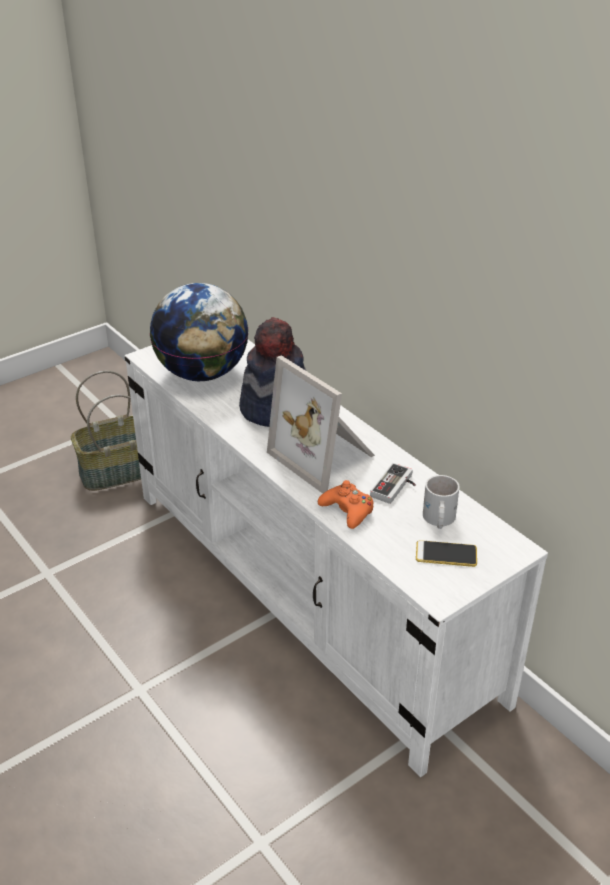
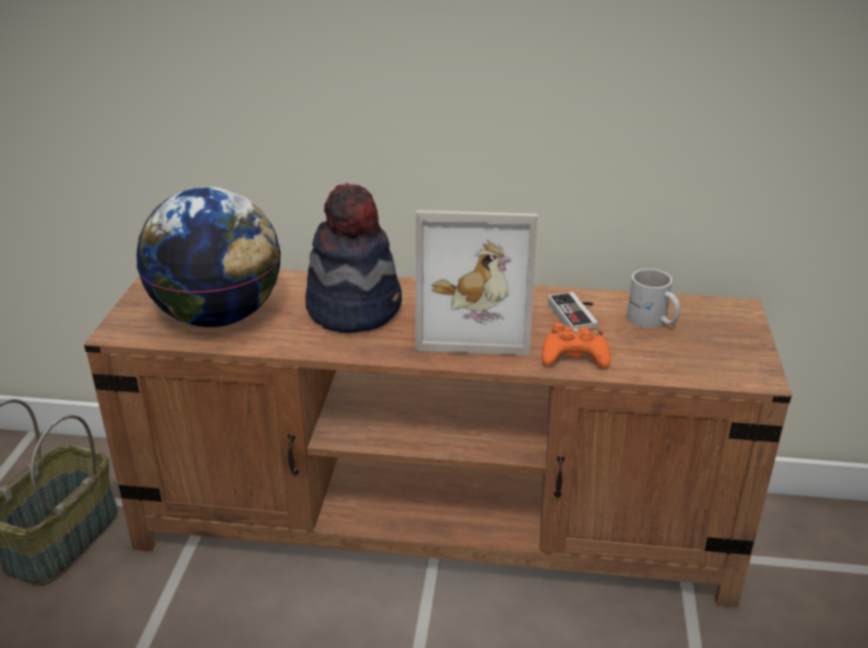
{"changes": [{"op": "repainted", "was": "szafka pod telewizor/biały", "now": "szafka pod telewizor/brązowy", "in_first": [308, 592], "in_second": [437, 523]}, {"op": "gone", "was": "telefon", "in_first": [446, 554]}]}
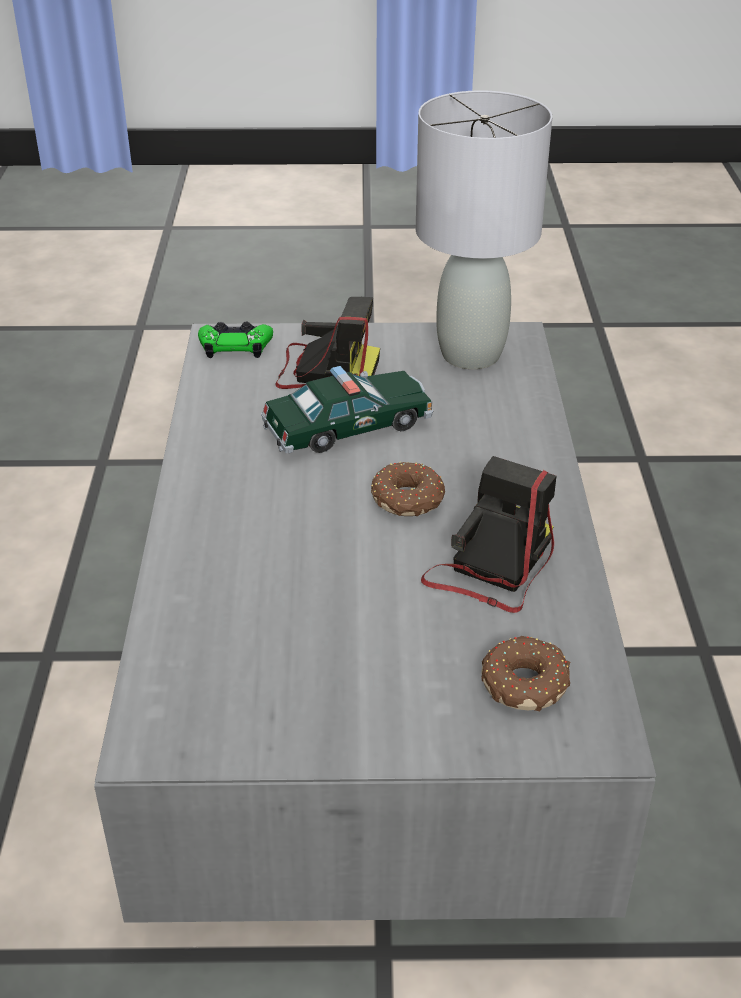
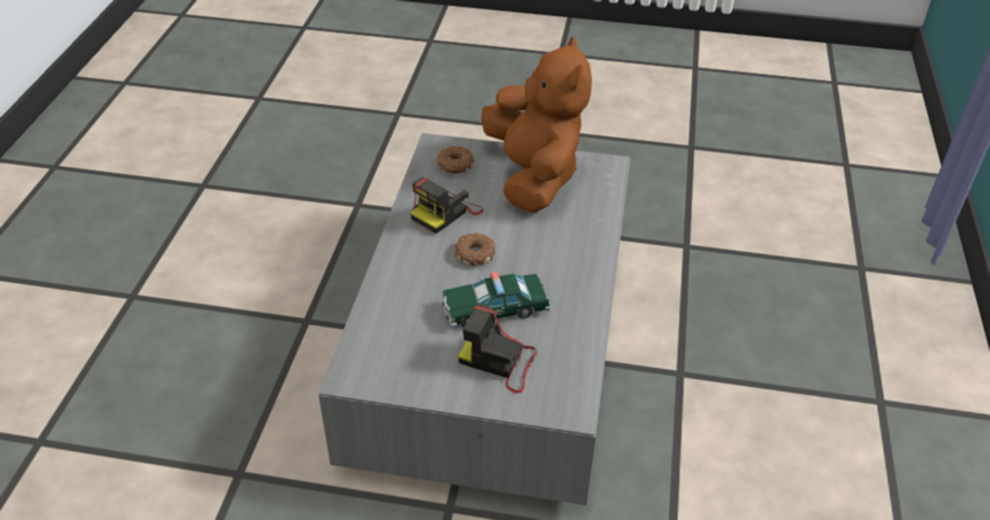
{"changes": [{"op": "gone", "was": "lampa stołowa/szary", "in_first": [469, 354]}, {"op": "gone", "was": "pad do gier/zielony", "in_first": [235, 346]}, {"op": "new", "now": "pluszak/brązowy", "in_second": [533, 176]}]}
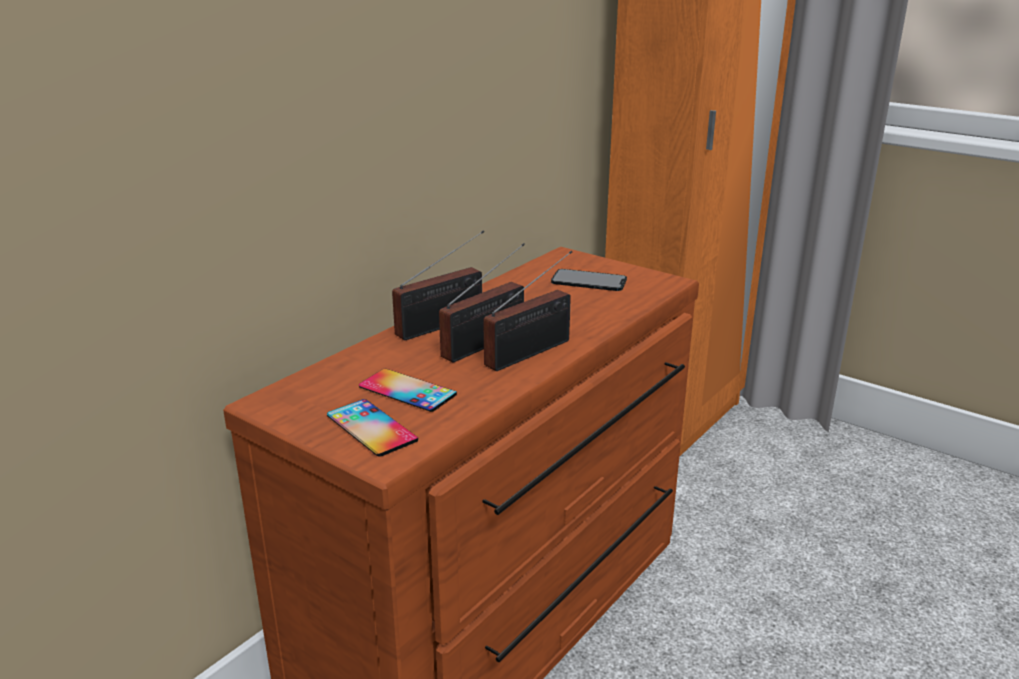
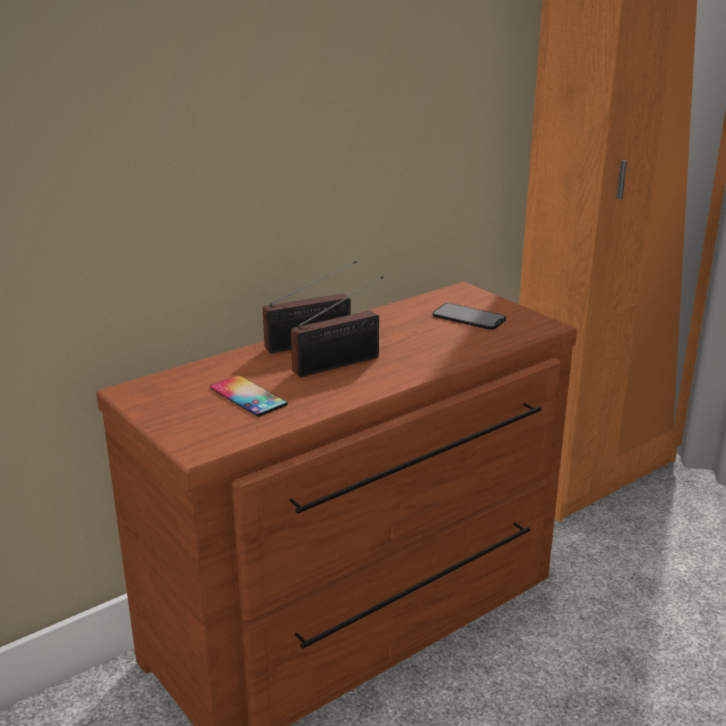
{"changes": [{"op": "gone", "was": "radio", "in_first": [533, 351]}, {"op": "gone", "was": "telefon", "in_first": [371, 428]}]}
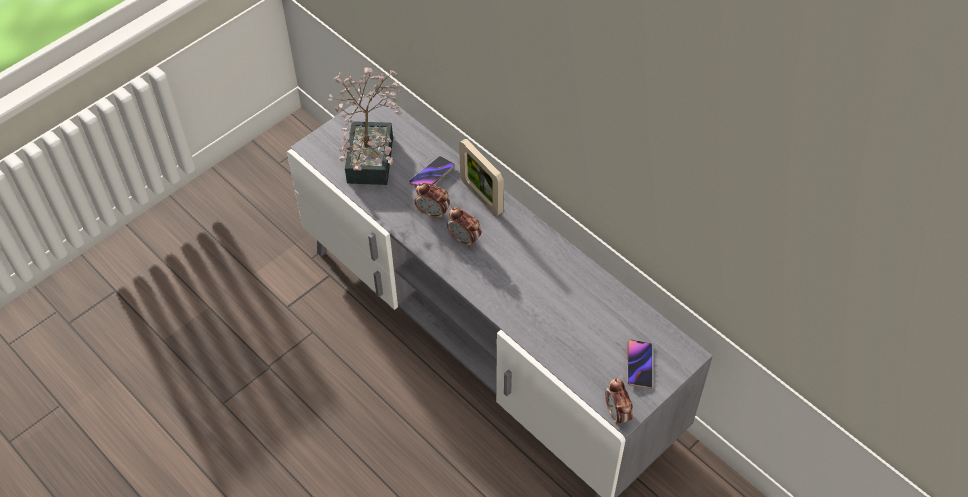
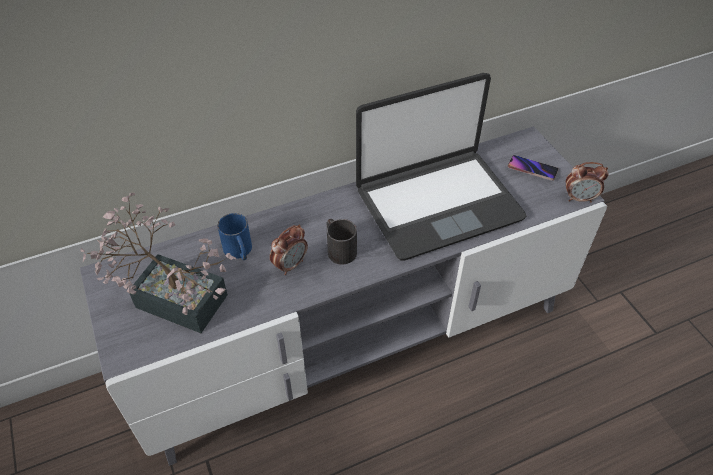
{"changes": [{"op": "gone", "was": "ramka na zdjęcie", "in_first": [481, 197]}, {"op": "swapped", "was": "telefon", "now": "kubek/niebieski", "in_first": [432, 175], "in_second": [239, 251]}, {"op": "swapped", "was": "budzik", "now": "kubek/czarny", "in_first": [464, 239], "in_second": [338, 248]}, {"op": "new", "now": "laptop", "in_second": [437, 203]}]}
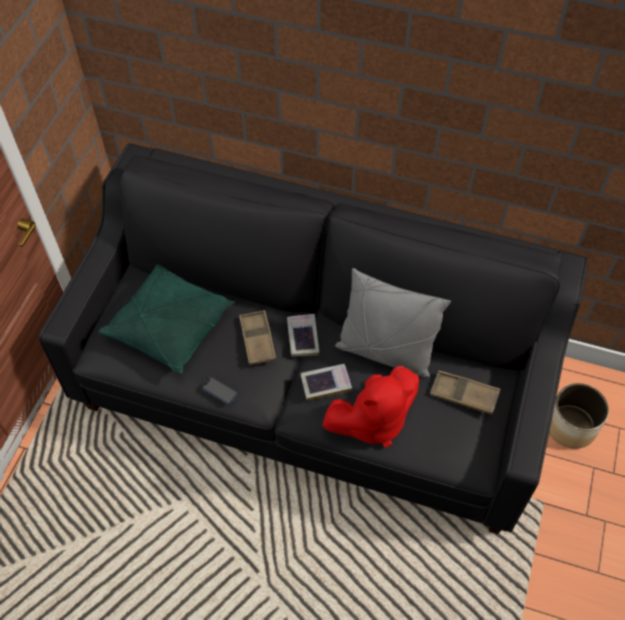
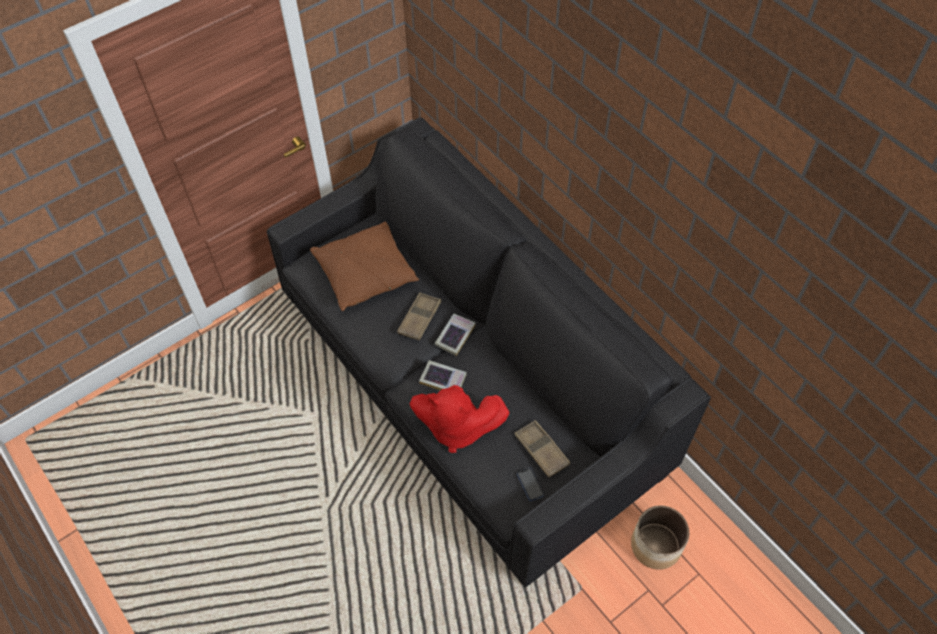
{"changes": [{"op": "repainted", "was": "poduszka/zielony", "now": "poduszka/brązowy", "in_first": [170, 326], "in_second": [366, 273]}, {"op": "gone", "was": "poduszka/szary", "in_first": [385, 352]}, {"op": "shifted", "was": "telefon", "in_first": [220, 391], "in_second": [530, 484]}]}
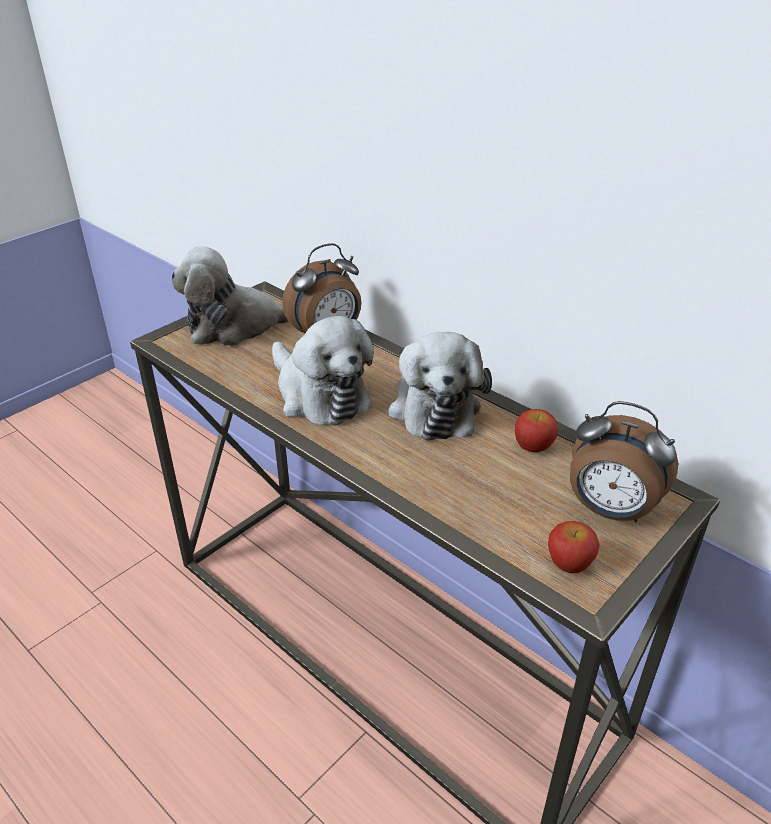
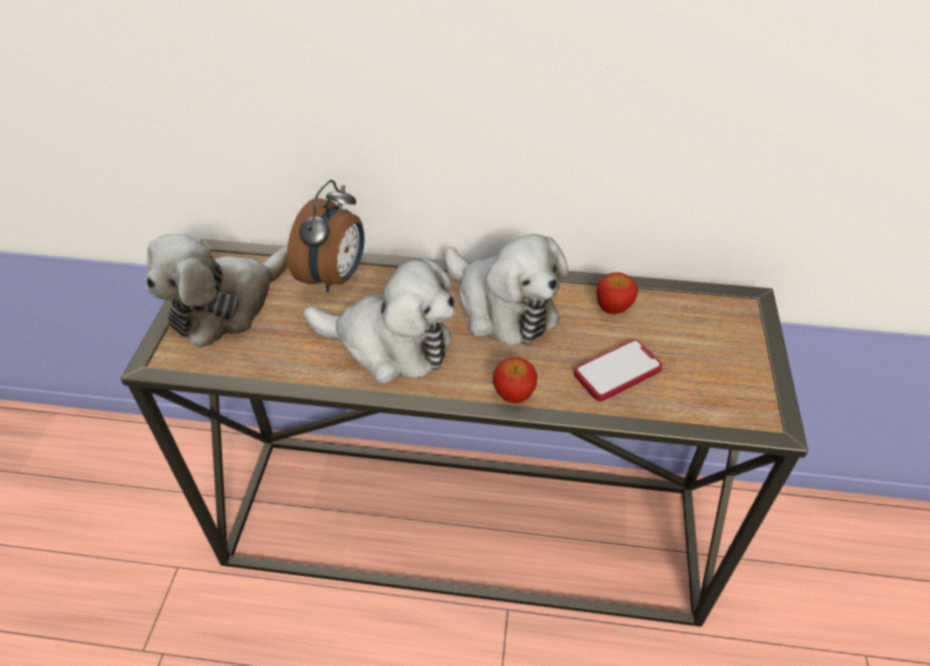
{"changes": [{"op": "gone", "was": "budzik", "in_first": [609, 510]}, {"op": "shifted", "was": "jabłko", "in_first": [569, 564], "in_second": [514, 394]}, {"op": "new", "now": "telefon", "in_second": [617, 372]}]}
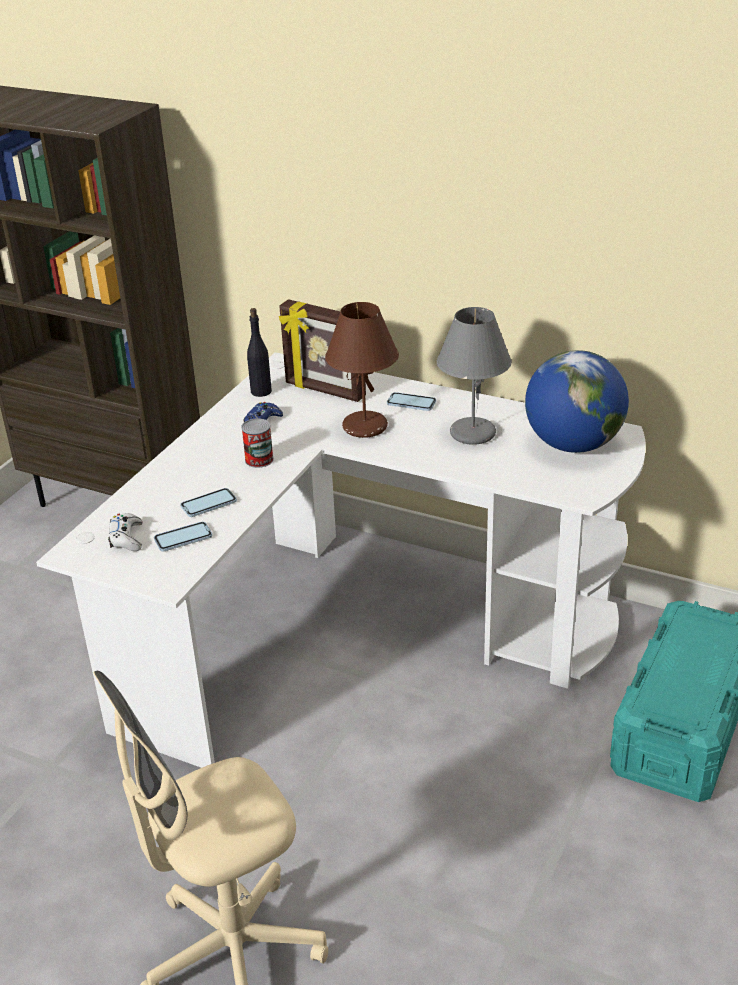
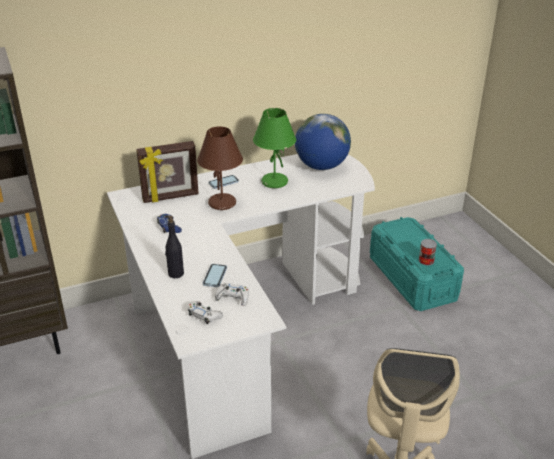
{"changes": [{"op": "repainted", "was": "lampa stołowa/szary", "now": "lampa stołowa/zielony", "in_first": [472, 433], "in_second": [274, 182]}, {"op": "shifted", "was": "butelka/czarny", "in_first": [261, 391], "in_second": [175, 273]}, {"op": "shifted", "was": "puszka", "in_first": [259, 460], "in_second": [426, 260]}, {"op": "swapped", "was": "telefon", "now": "pad do gier/biały", "in_first": [183, 538], "in_second": [233, 298]}]}
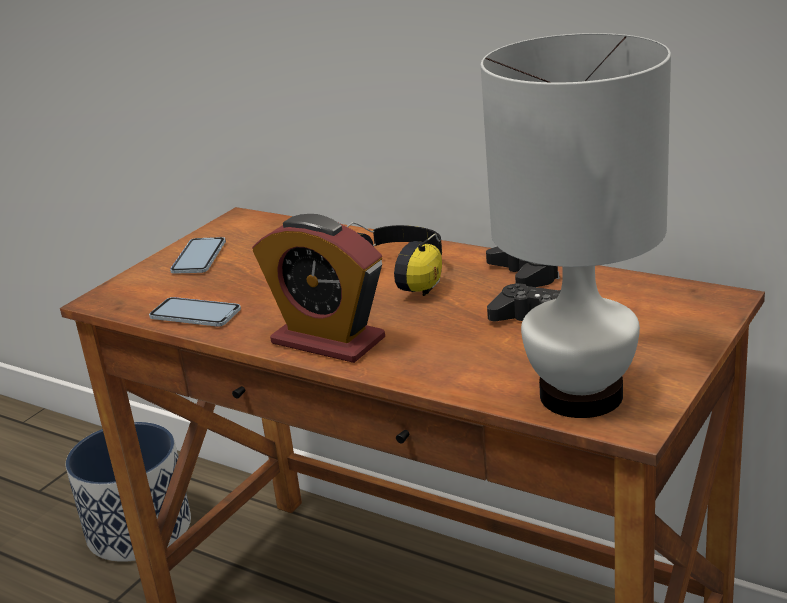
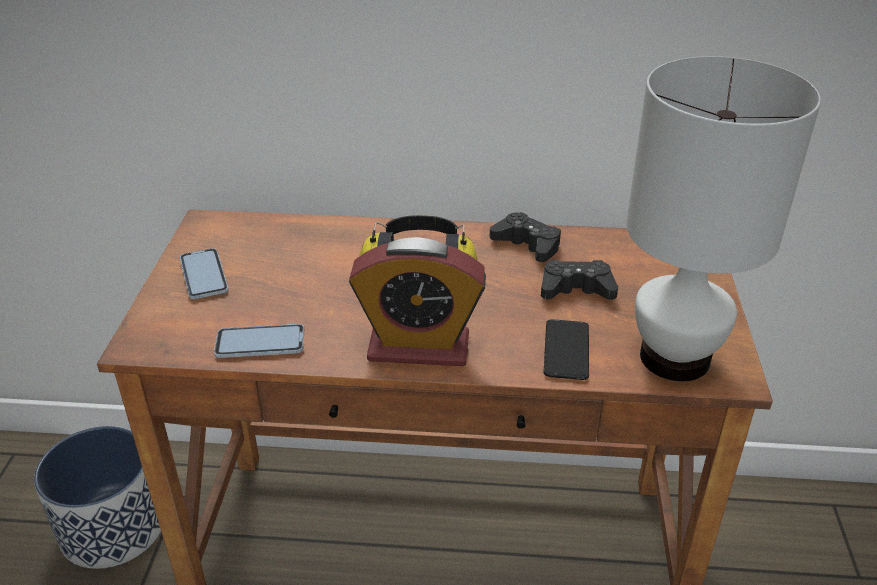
{"changes": [{"op": "new", "now": "telefon", "in_second": [566, 350]}]}
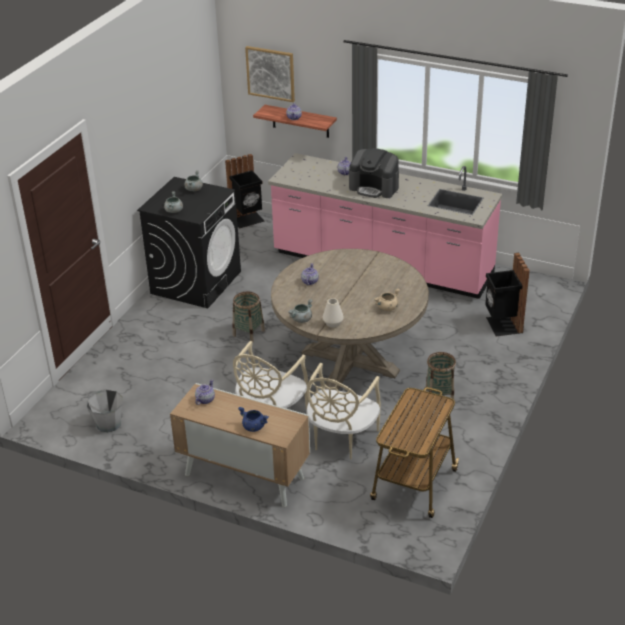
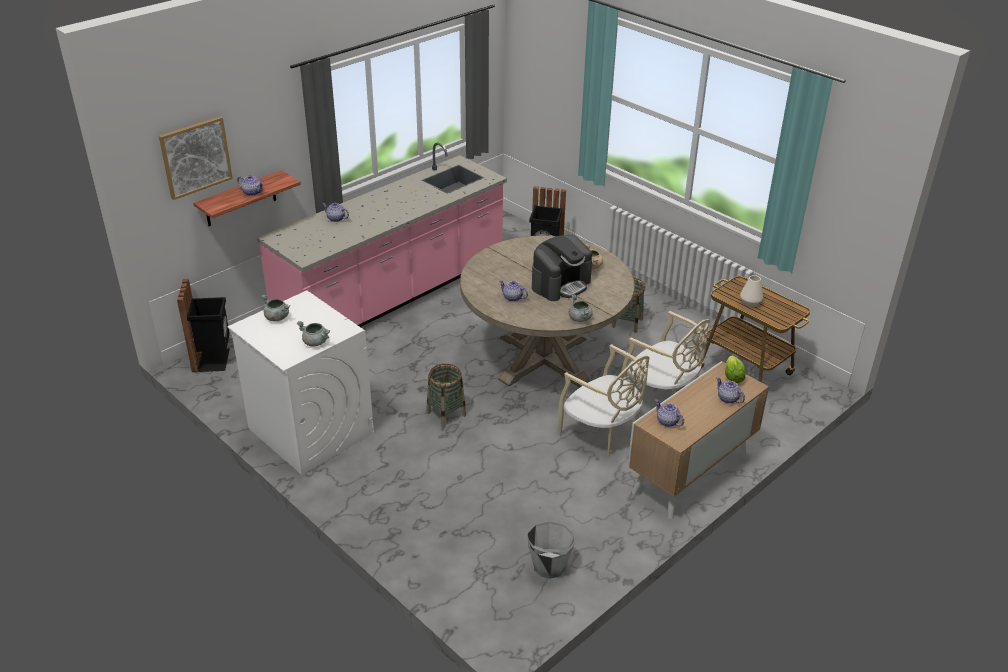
{"changes": [{"op": "shifted", "was": "ekspres do kawy", "in_first": [374, 187], "in_second": [561, 284]}, {"op": "repainted", "was": "pralka/czarny", "now": "pralka/biały", "in_first": [196, 282], "in_second": [310, 430]}, {"op": "shifted", "was": "wazon/biały", "in_first": [333, 323], "in_second": [750, 303]}, {"op": "swapped", "was": "garnek/niebieski", "now": "imbryk", "in_first": [253, 427], "in_second": [728, 399]}, {"op": "new", "now": "sałata", "in_second": [732, 377]}]}
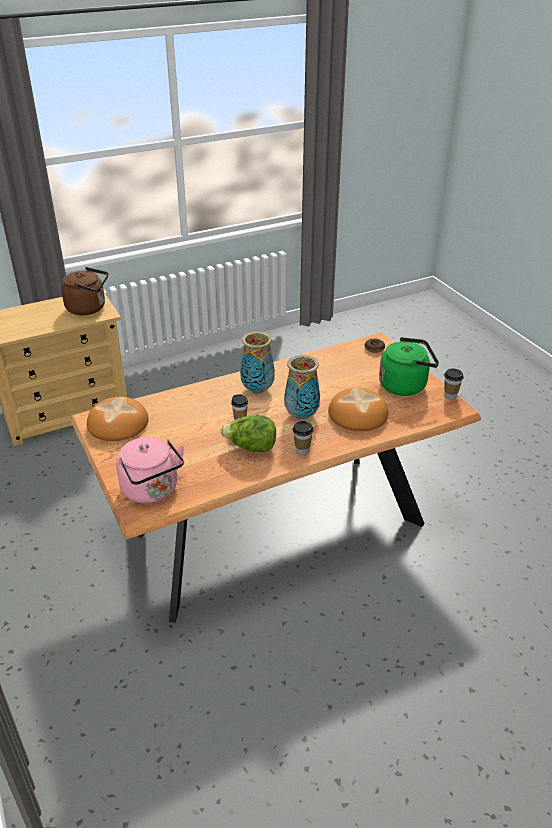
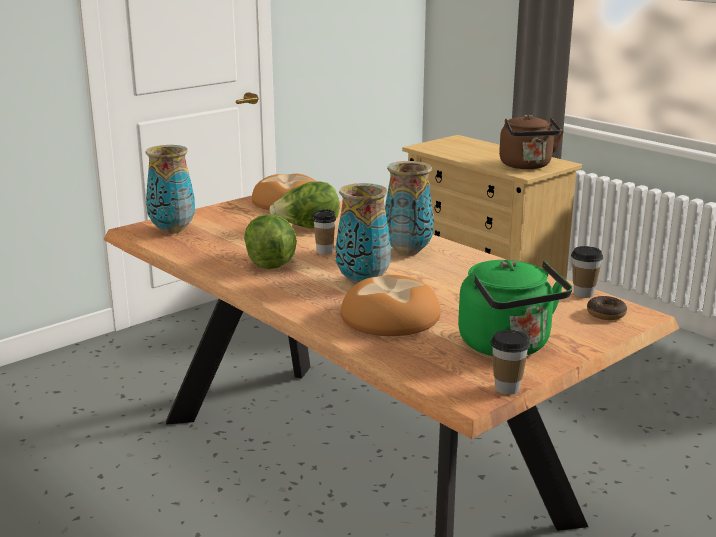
{"changes": [{"op": "shifted", "was": "filiżanka", "in_first": [302, 450], "in_second": [583, 294]}, {"op": "swapped", "was": "czajnik/różowy", "now": "wazon", "in_first": [152, 491], "in_second": [172, 230]}, {"op": "new", "now": "sałata", "in_second": [307, 228]}]}
